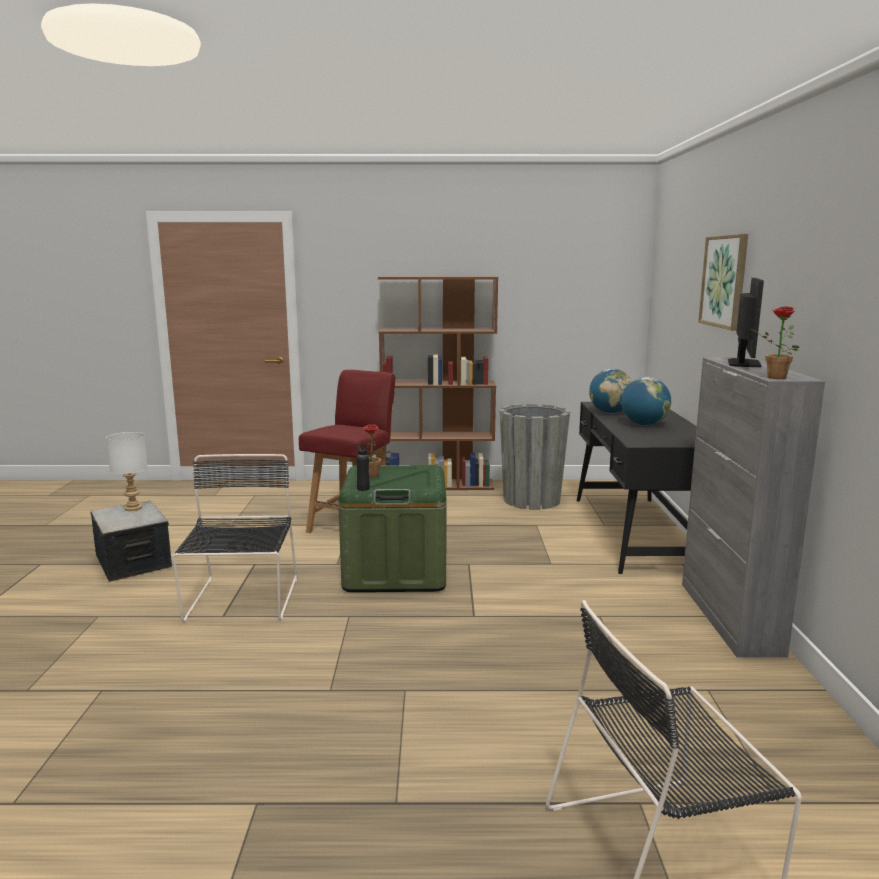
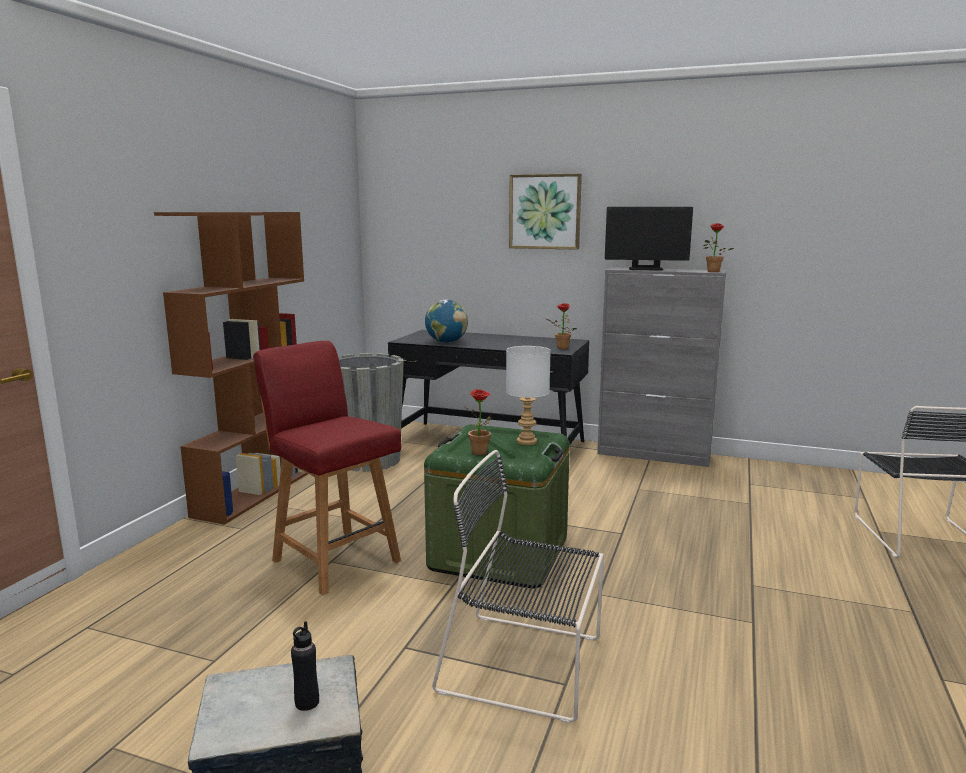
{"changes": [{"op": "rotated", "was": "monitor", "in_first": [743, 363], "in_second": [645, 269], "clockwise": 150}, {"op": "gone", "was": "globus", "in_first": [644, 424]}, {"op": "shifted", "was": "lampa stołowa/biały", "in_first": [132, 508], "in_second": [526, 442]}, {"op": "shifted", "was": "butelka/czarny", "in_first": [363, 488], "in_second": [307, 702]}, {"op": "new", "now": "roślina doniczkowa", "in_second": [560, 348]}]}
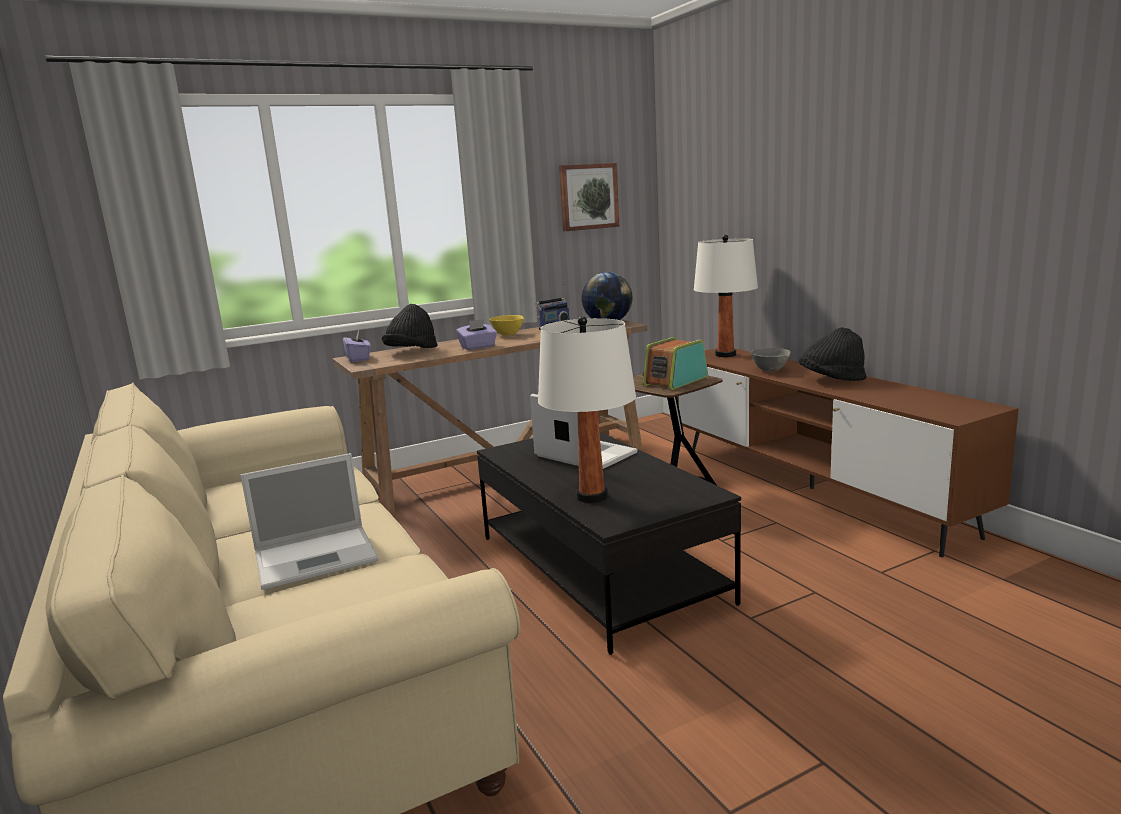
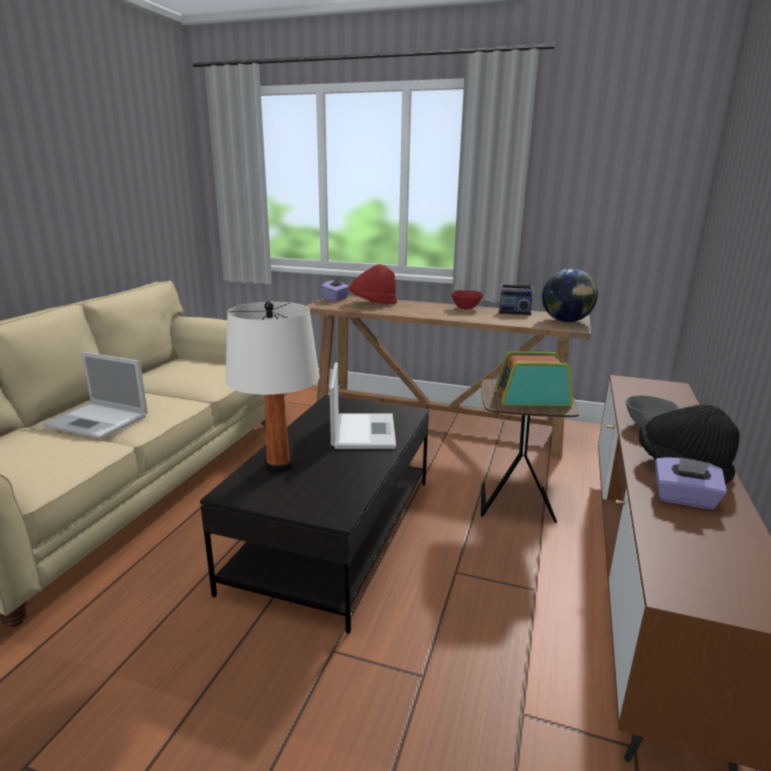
{"changes": [{"op": "gone", "was": "obraz", "in_first": [588, 197]}, {"op": "gone", "was": "lampa stołowa/biały", "in_first": [726, 355]}, {"op": "repainted", "was": "kapelusz/czarny", "now": "kapelusz/czerwony", "in_first": [411, 352], "in_second": [373, 303]}, {"op": "repainted", "was": "miska/żółty", "now": "miska/czerwony", "in_first": [508, 334], "in_second": [466, 309]}, {"op": "shifted", "was": "pudełko chusteczek/fioletowy", "in_first": [478, 347], "in_second": [684, 499]}]}
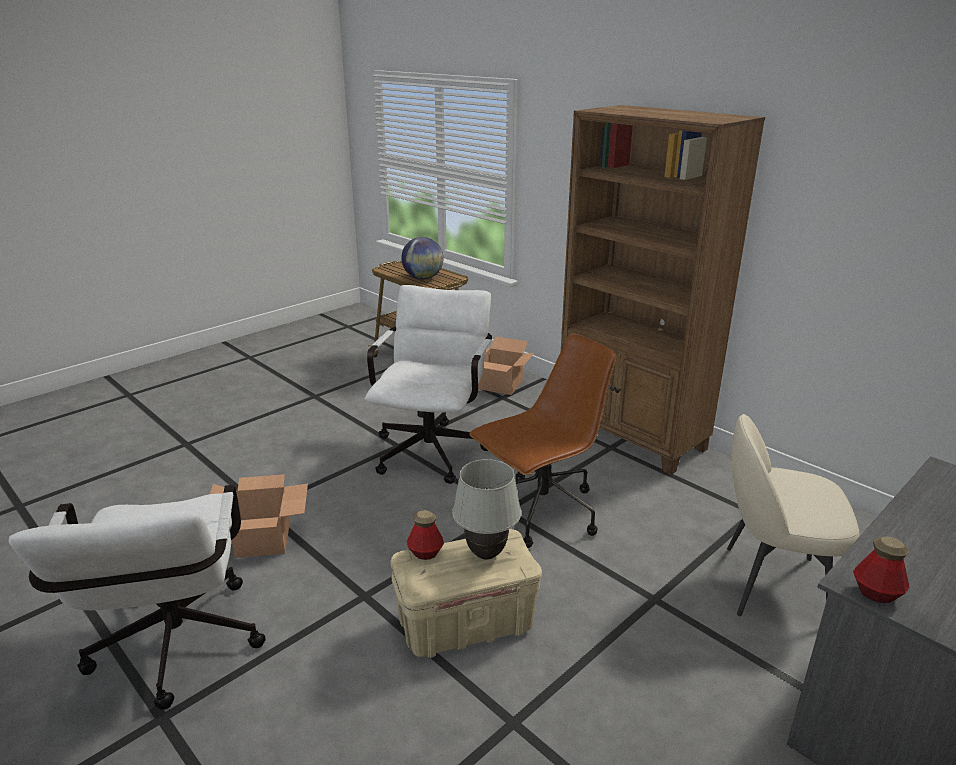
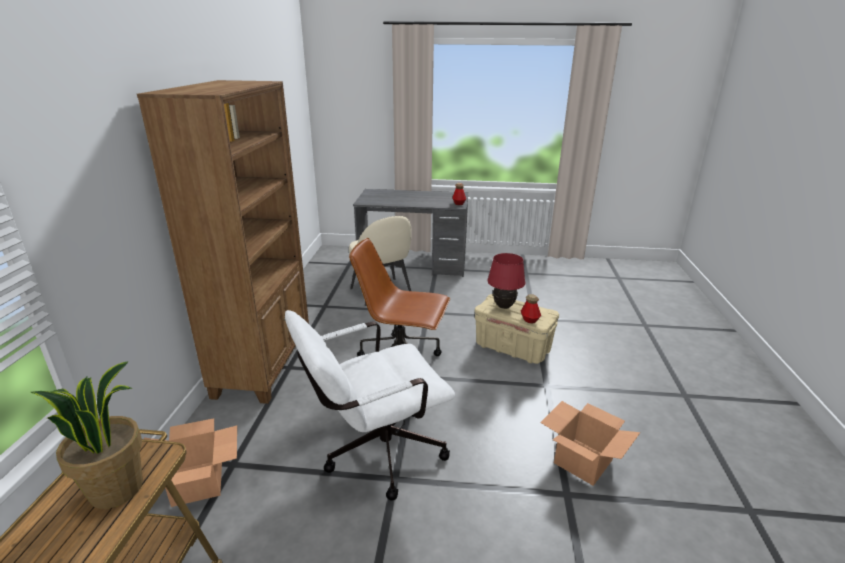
{"changes": [{"op": "swapped", "was": "globus", "now": "roślina doniczkowa", "in_first": [423, 278], "in_second": [117, 488]}, {"op": "repainted", "was": "lampa stołowa/biały", "now": "lampa stołowa/czerwony", "in_first": [486, 554], "in_second": [503, 306]}, {"op": "gone", "was": "krzesło biurowe/biały", "in_first": [175, 652]}]}
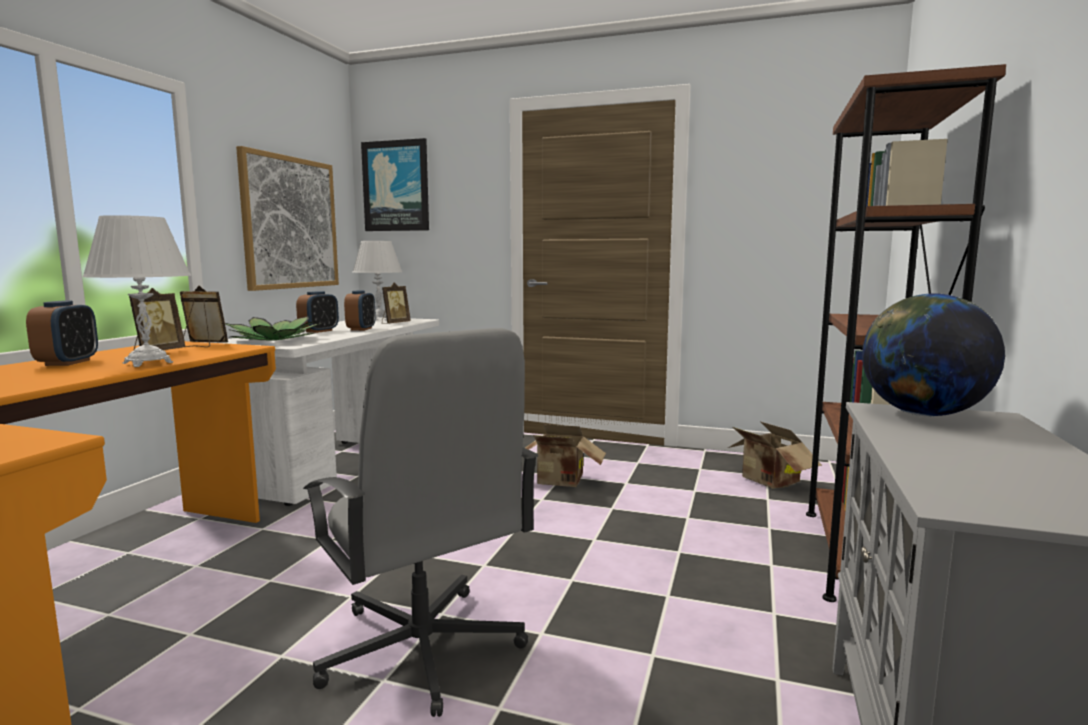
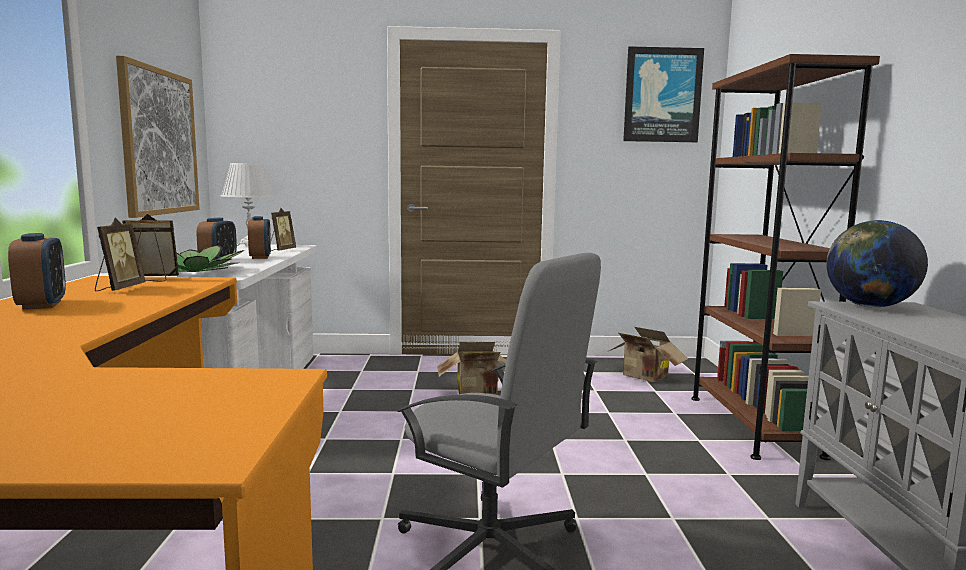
{"changes": [{"op": "shifted", "was": "obraz", "in_first": [396, 186], "in_second": [662, 95]}, {"op": "gone", "was": "lampa stołowa/biały", "in_first": [148, 363]}]}
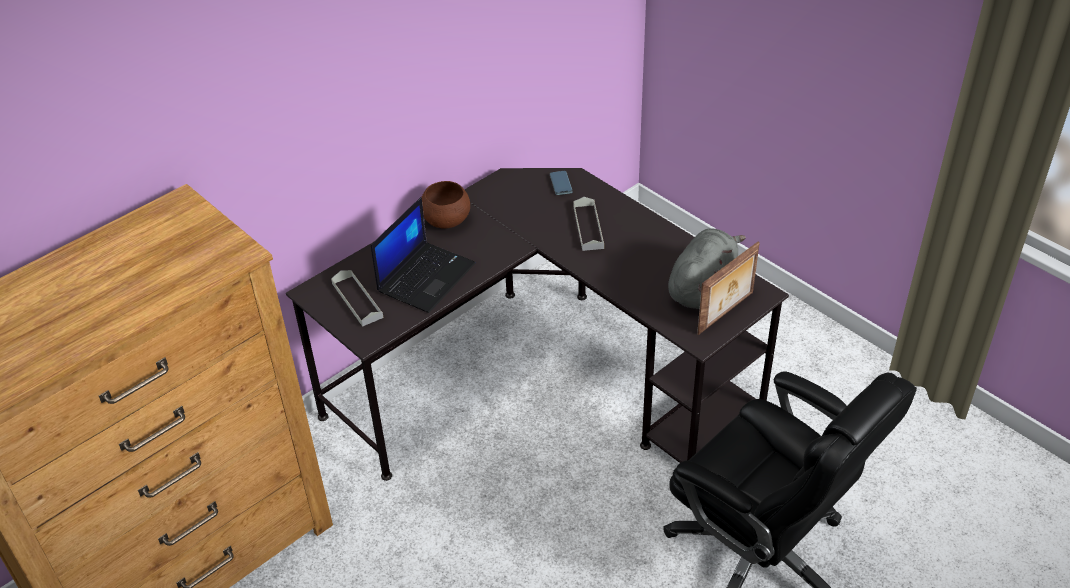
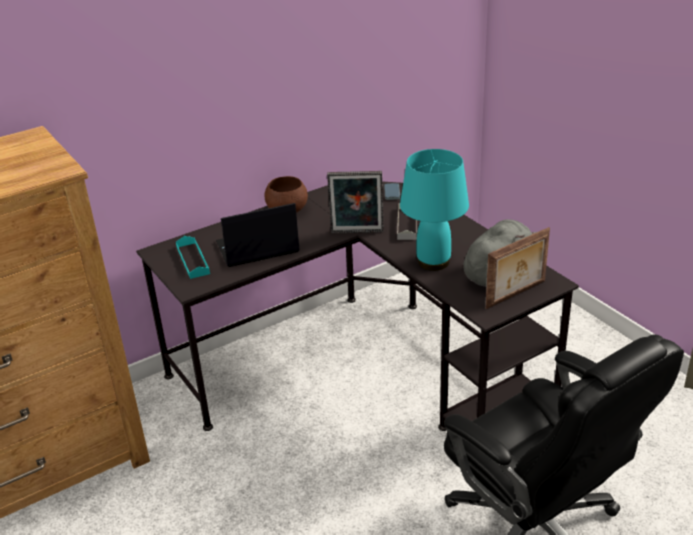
{"changes": [{"op": "rotated", "was": "laptop", "in_first": [426, 276], "in_second": [256, 248], "clockwise": -150}, {"op": "repainted", "was": "taca/szary", "now": "taca/turkusowy", "in_first": [357, 300], "in_second": [192, 260]}, {"op": "new", "now": "lampa stołowa/turkusowy", "in_second": [433, 262]}, {"op": "new", "now": "ramka na zdjęcie", "in_second": [357, 233]}]}
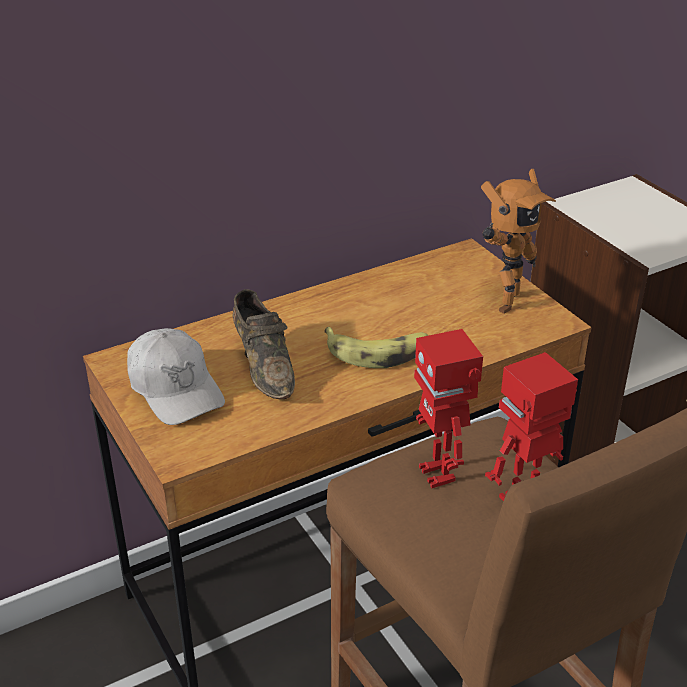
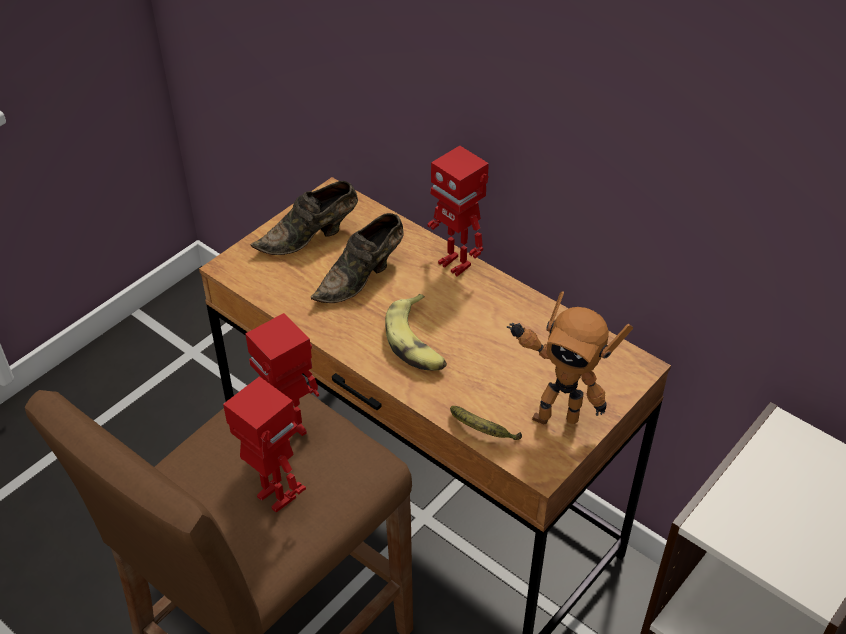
{"changes": [{"op": "swapped", "was": "czapka z daszkiem/biały", "now": "but/brązowy", "in_first": [175, 388], "in_second": [310, 238]}, {"op": "new", "now": "robot zabawkowy", "in_second": [456, 264]}, {"op": "new", "now": "banan", "in_second": [482, 431]}]}
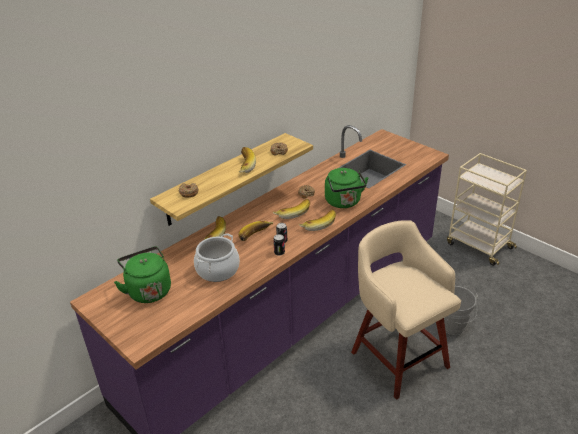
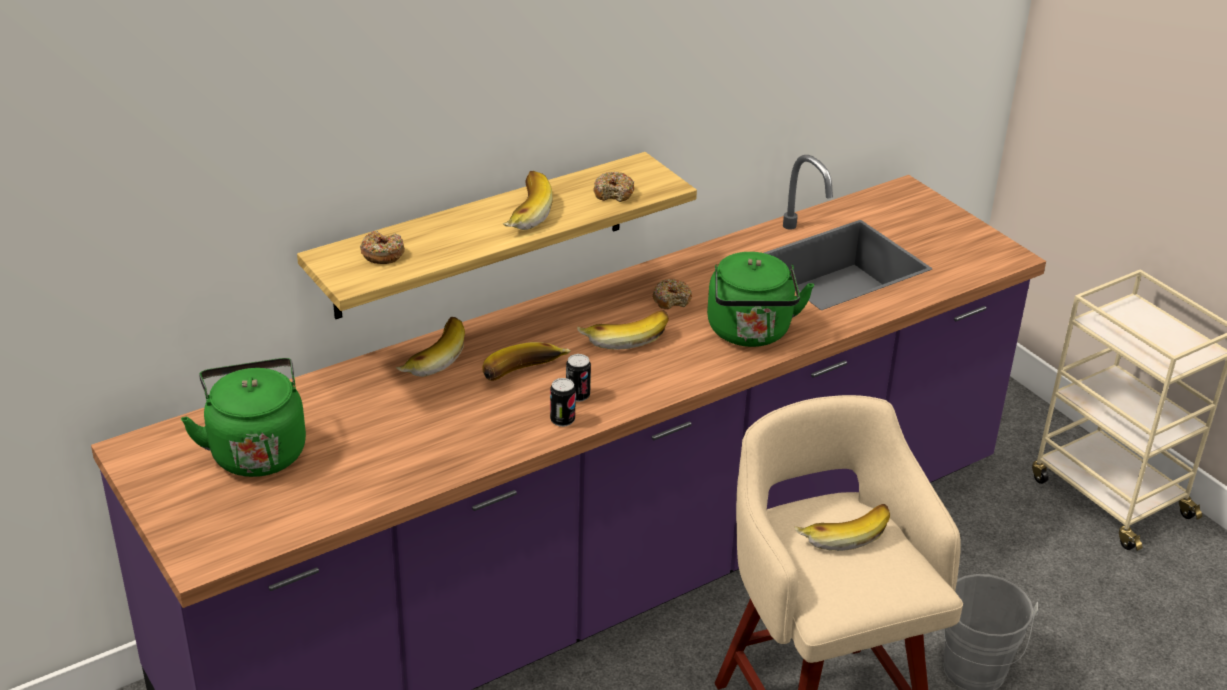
{"changes": [{"op": "shifted", "was": "banan", "in_first": [318, 224], "in_second": [842, 533]}, {"op": "gone", "was": "garnek", "in_first": [217, 270]}]}
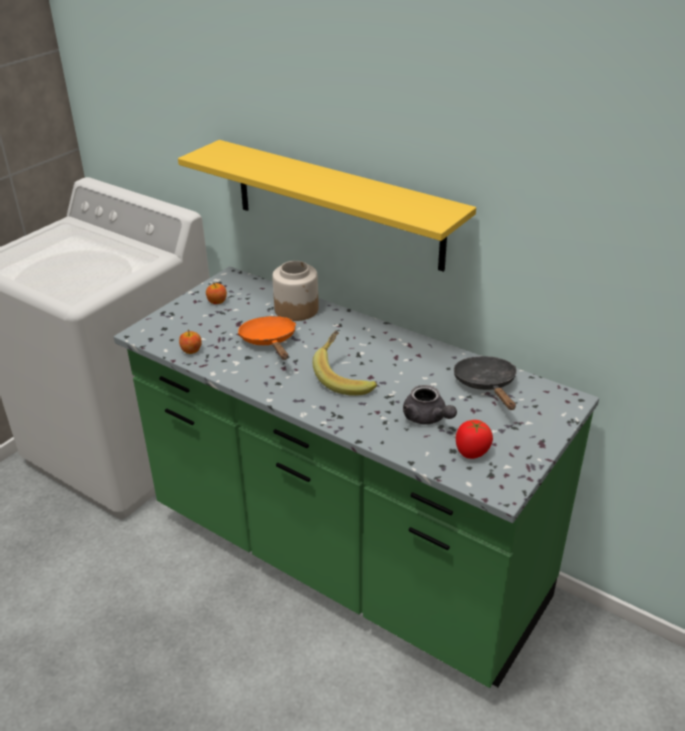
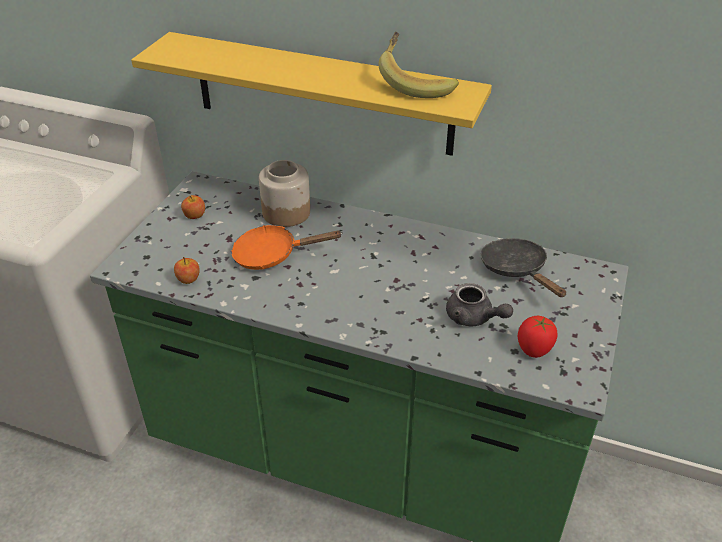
{"changes": [{"op": "rotated", "was": "patelnia/pomarańczowy", "in_first": [270, 341], "in_second": [272, 255], "clockwise": -60}, {"op": "shifted", "was": "banan", "in_first": [346, 377], "in_second": [415, 83]}]}
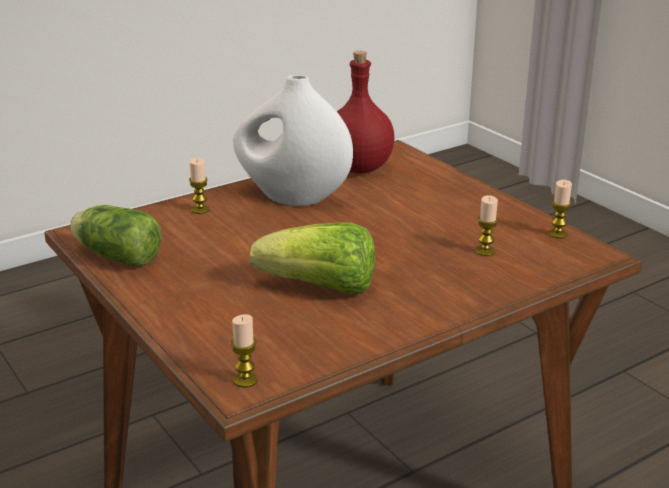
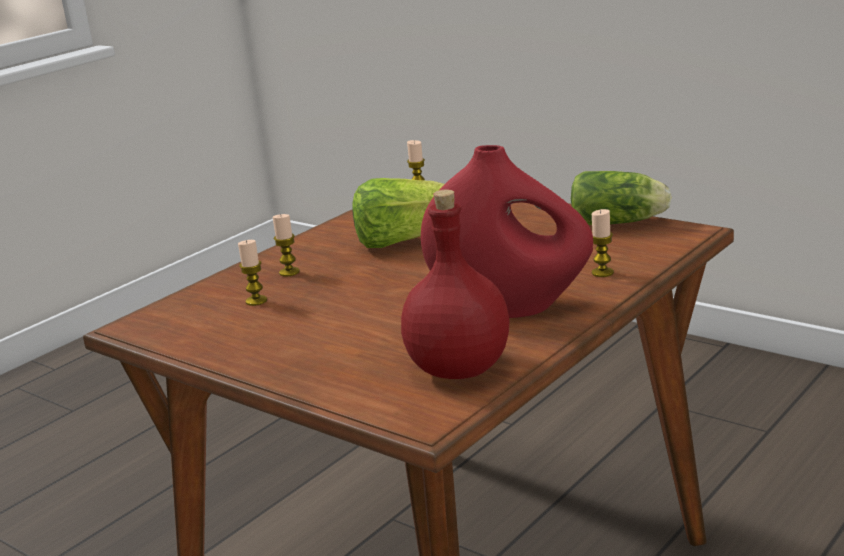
{"changes": [{"op": "repainted", "was": "wazon/biały", "now": "wazon/czerwony", "in_first": [292, 198], "in_second": [511, 308]}, {"op": "shifted", "was": "świeca", "in_first": [557, 234], "in_second": [289, 272]}]}
